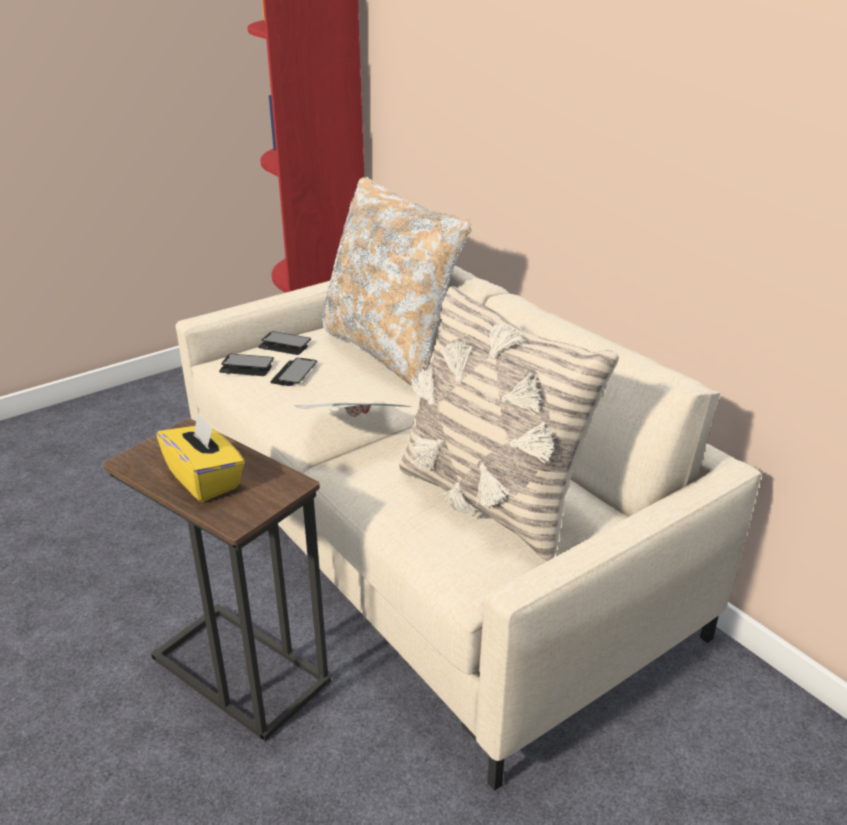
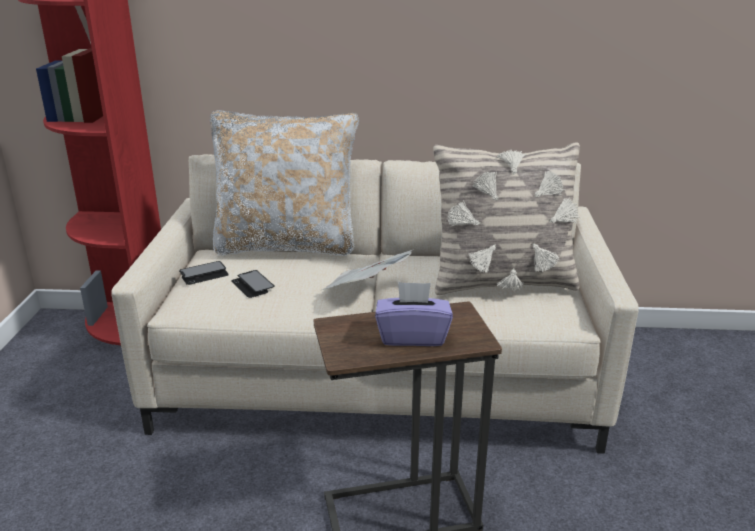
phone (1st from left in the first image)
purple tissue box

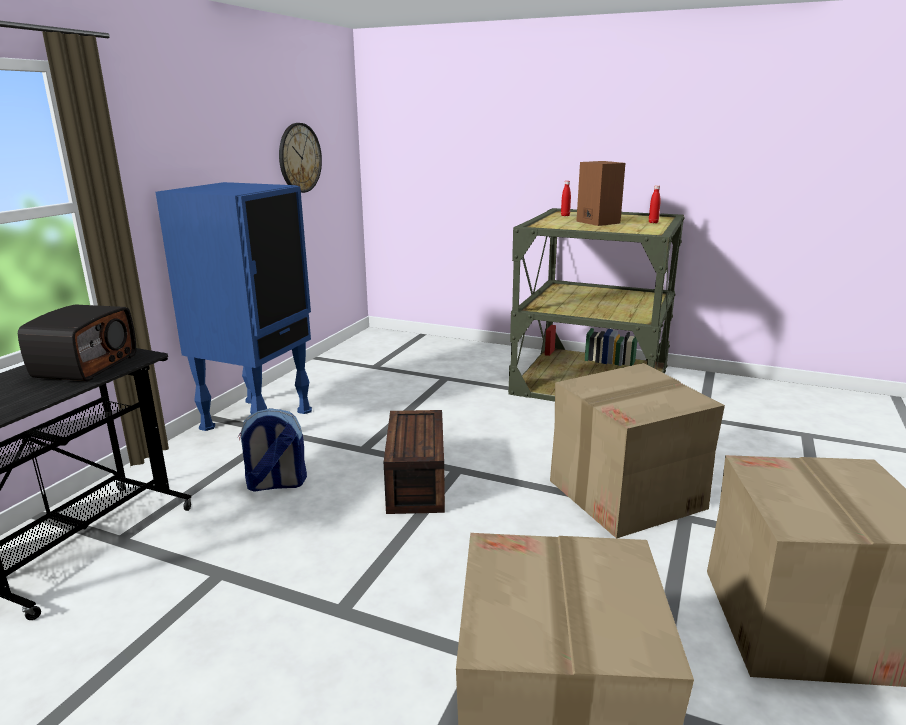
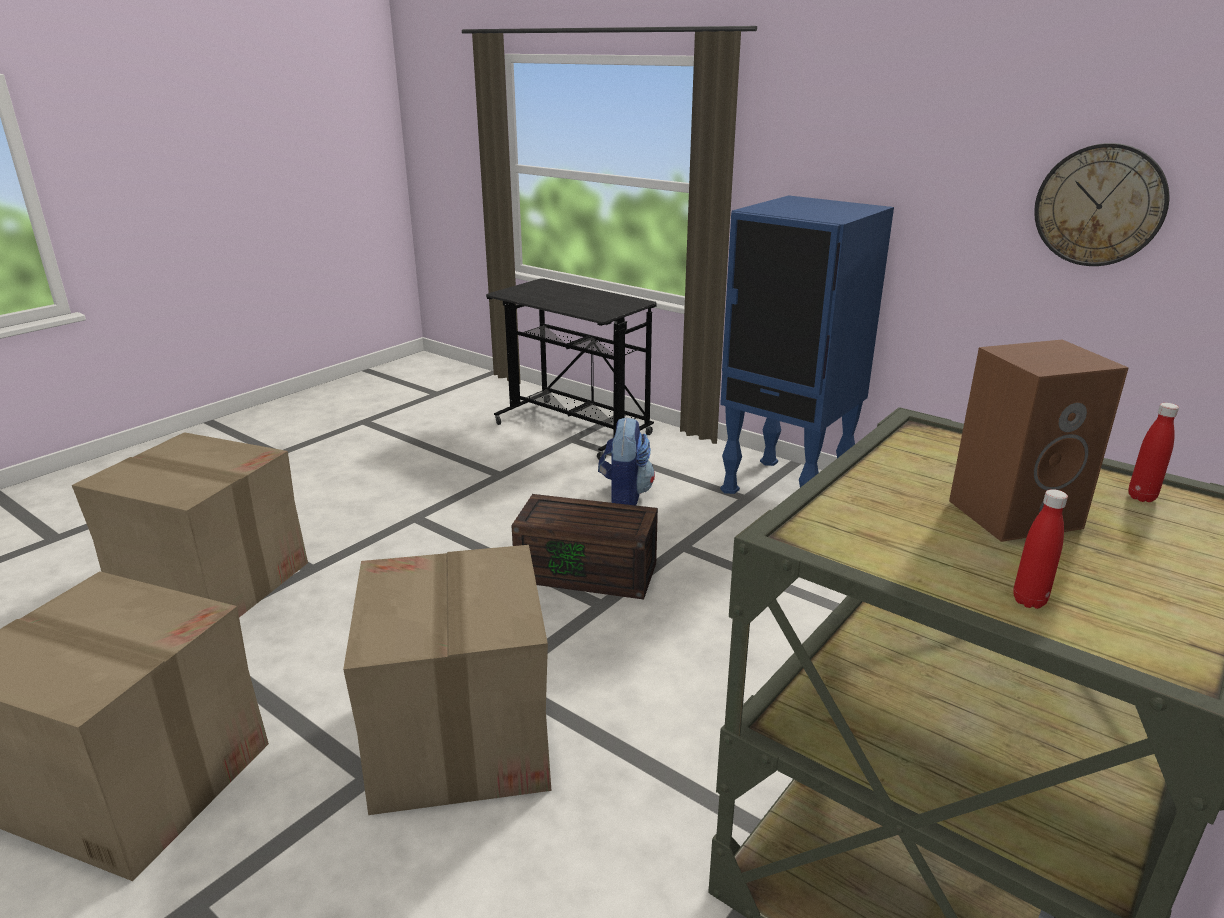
radio

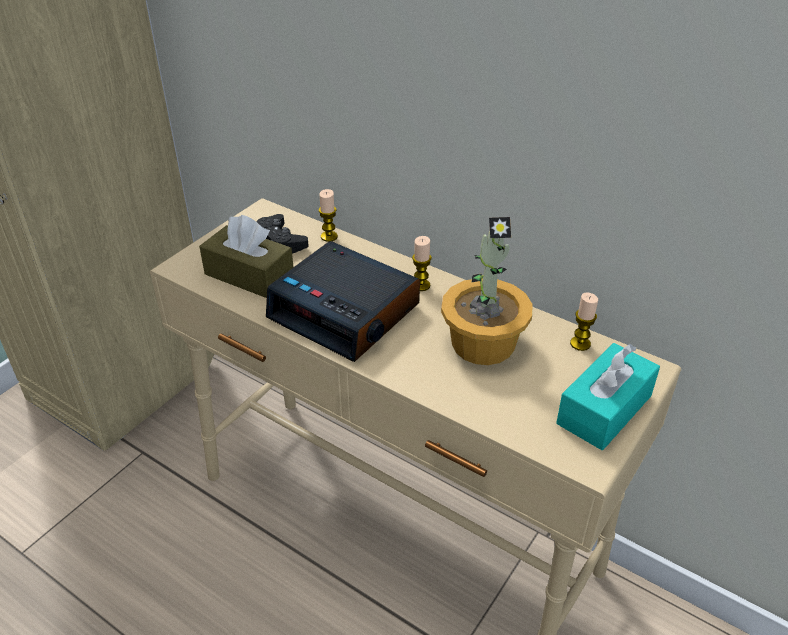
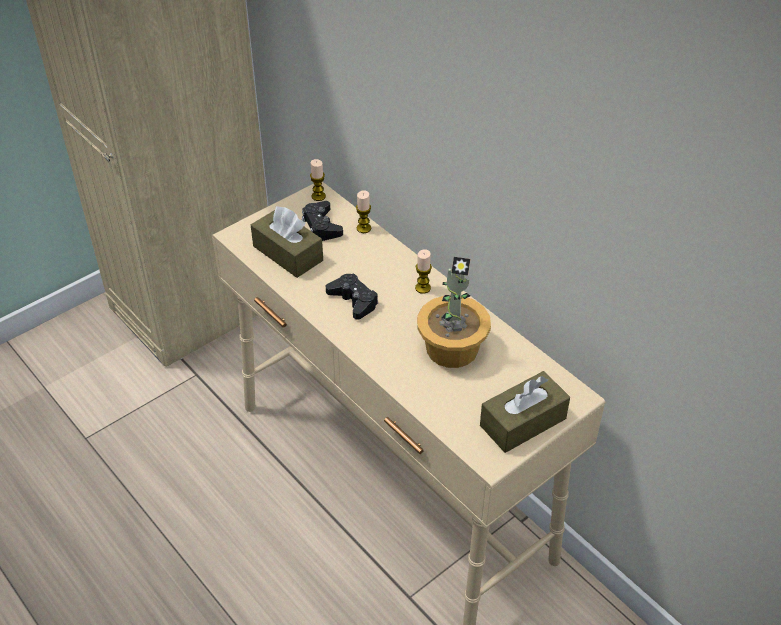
candle (1st from left)
black game controller (2nd from left)
brown tissue box (2nd from left)

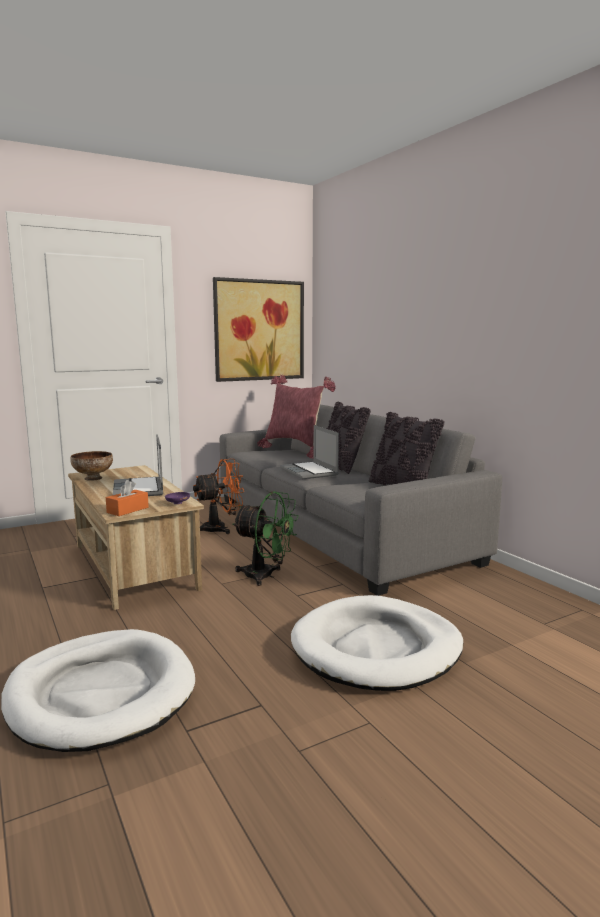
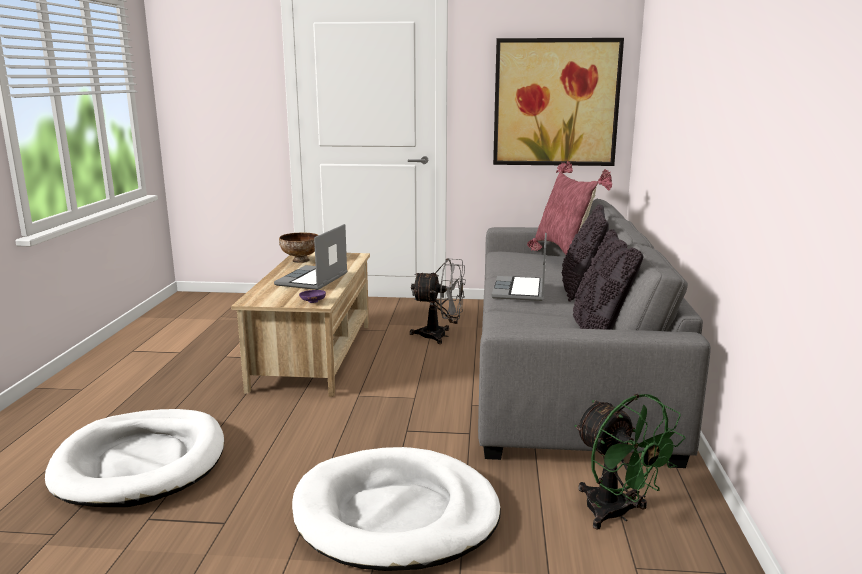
orange tissue box
green fan
grey fan

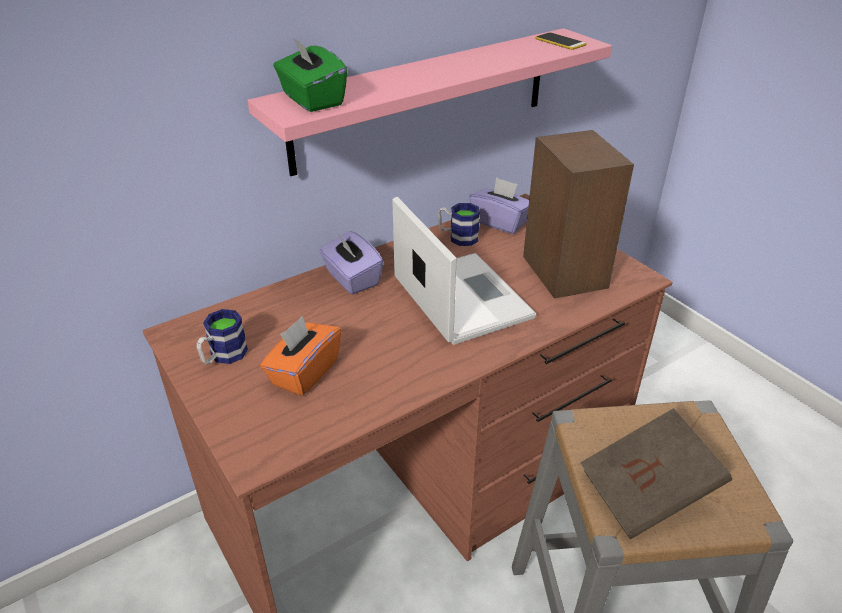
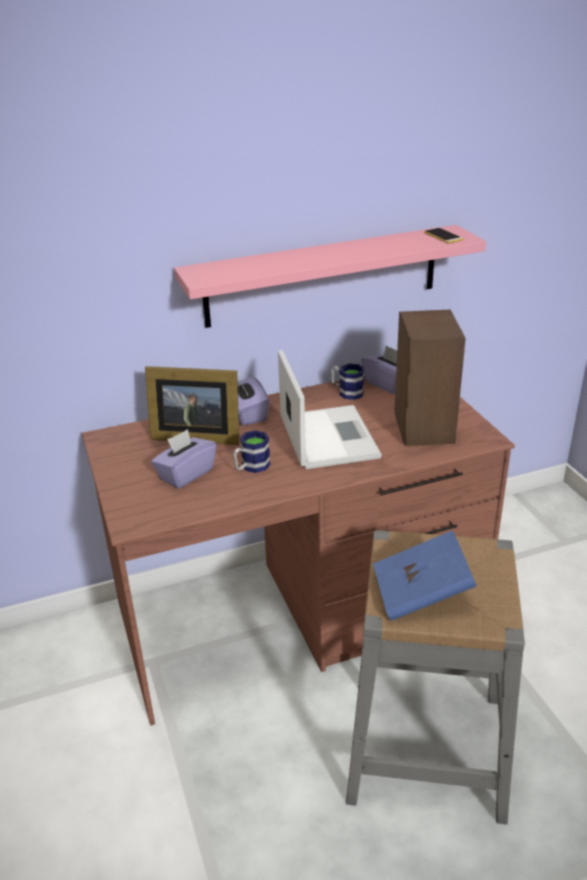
green tissue box
picture frame
mug (1st from left)
purple tissue box (1st from left)
blue book

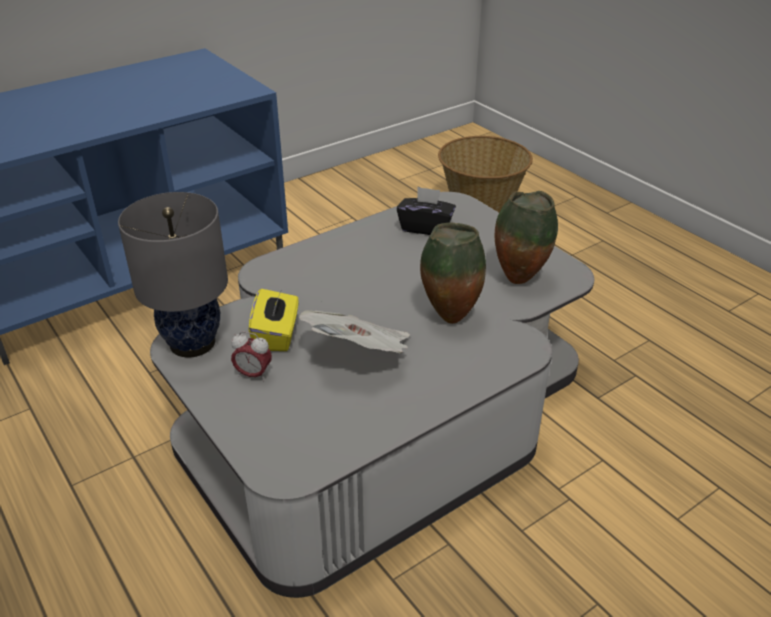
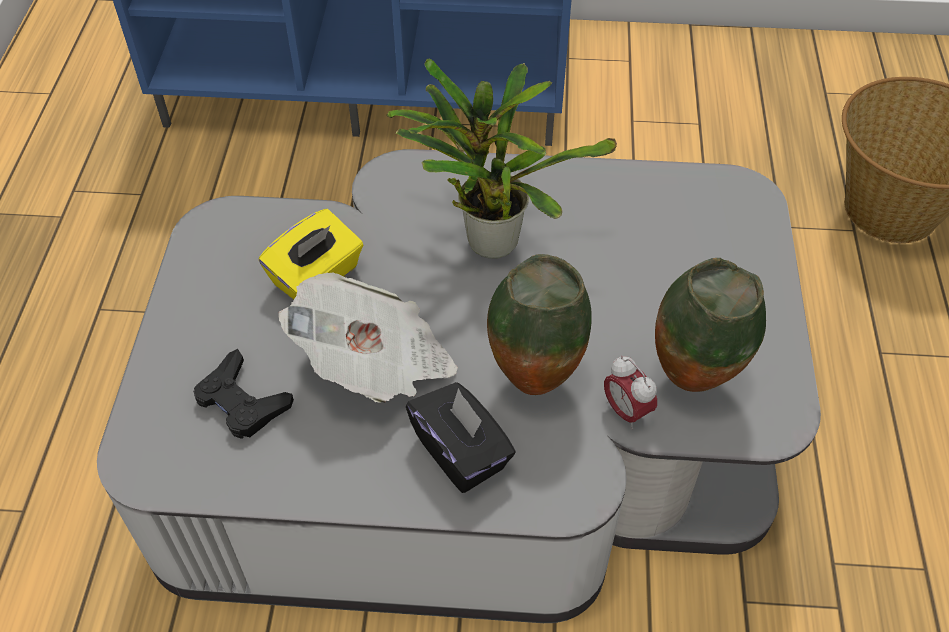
grey table lamp
black game controller
potted plant
alarm clock
black tissue box

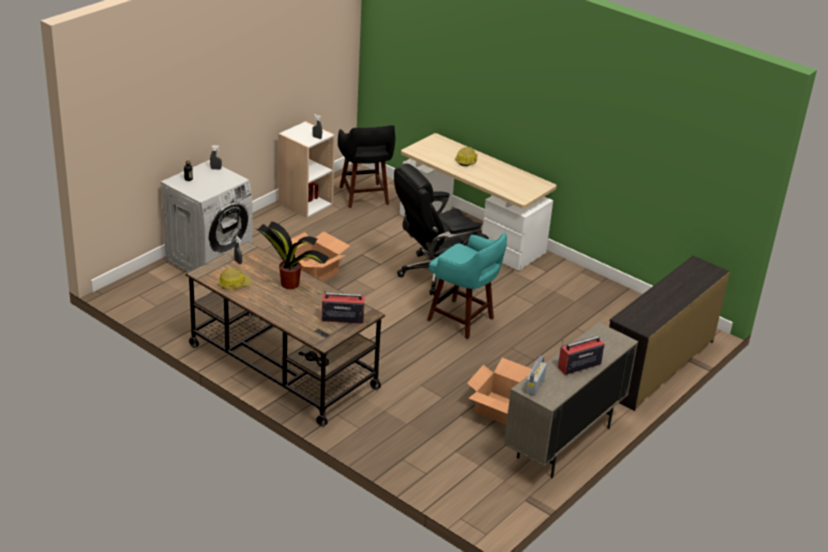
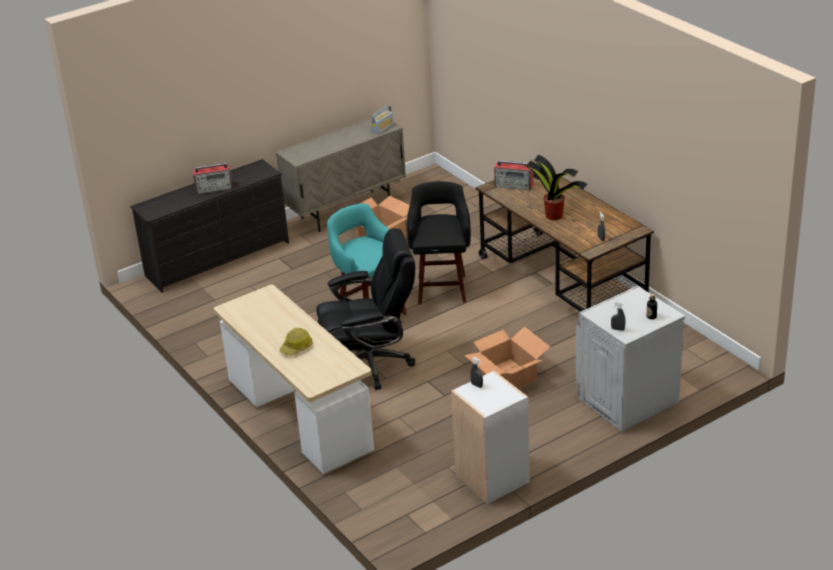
hard hat (1st from left in the first image)
black stool
radio (1st from left)

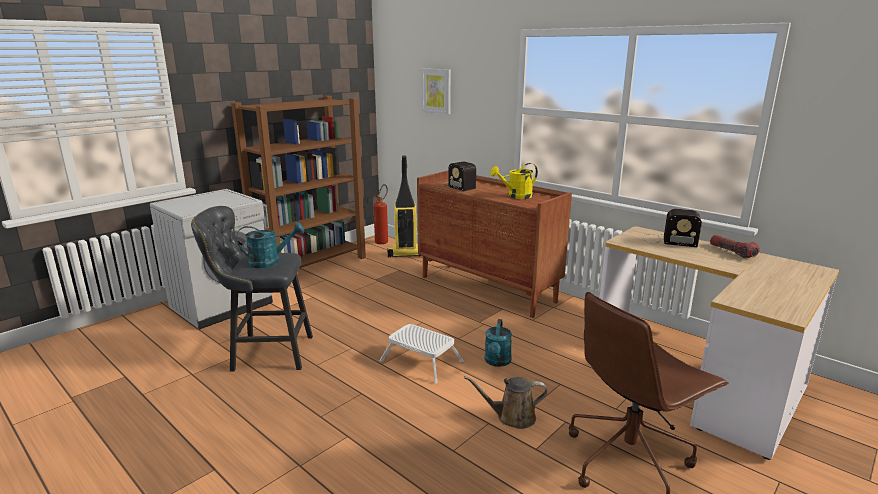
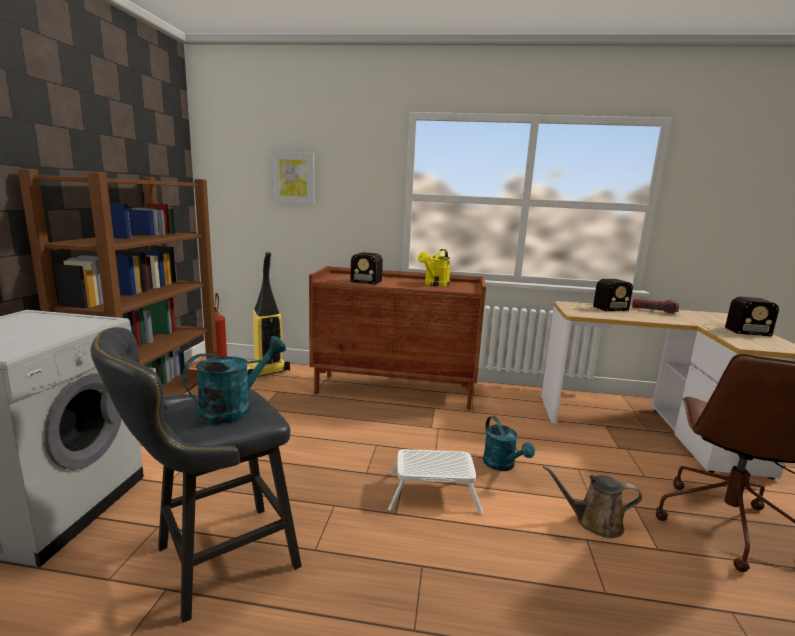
radio (3rd from left)
brown watering can

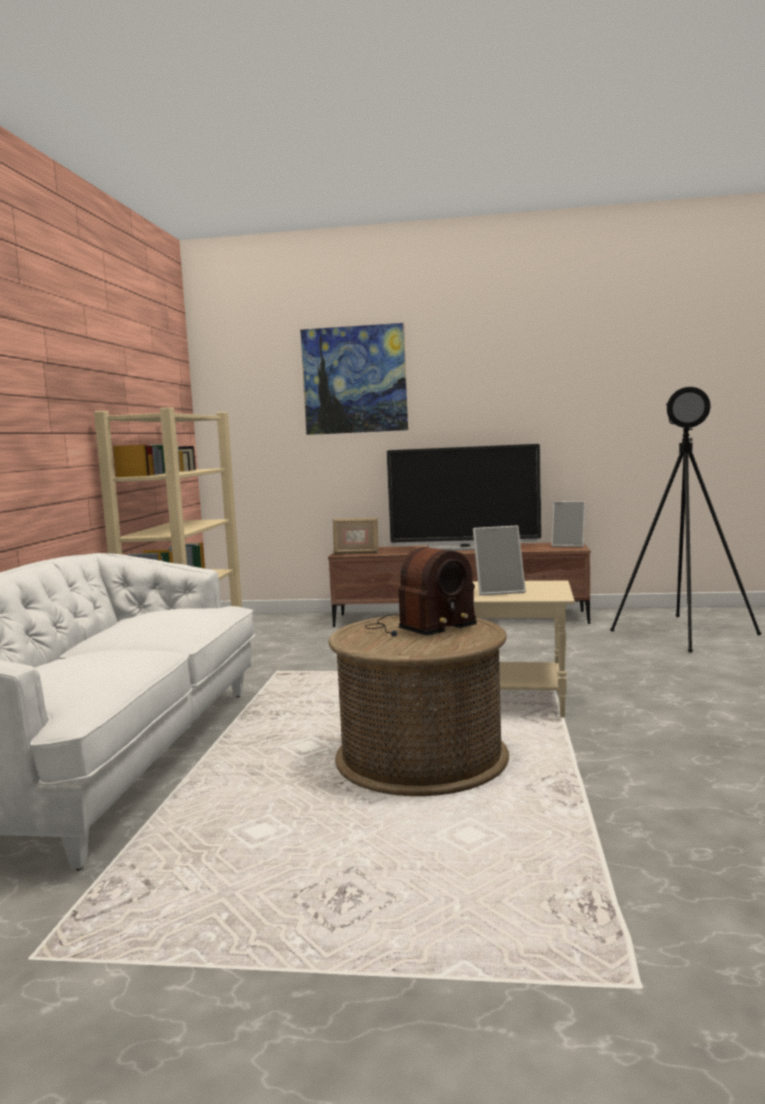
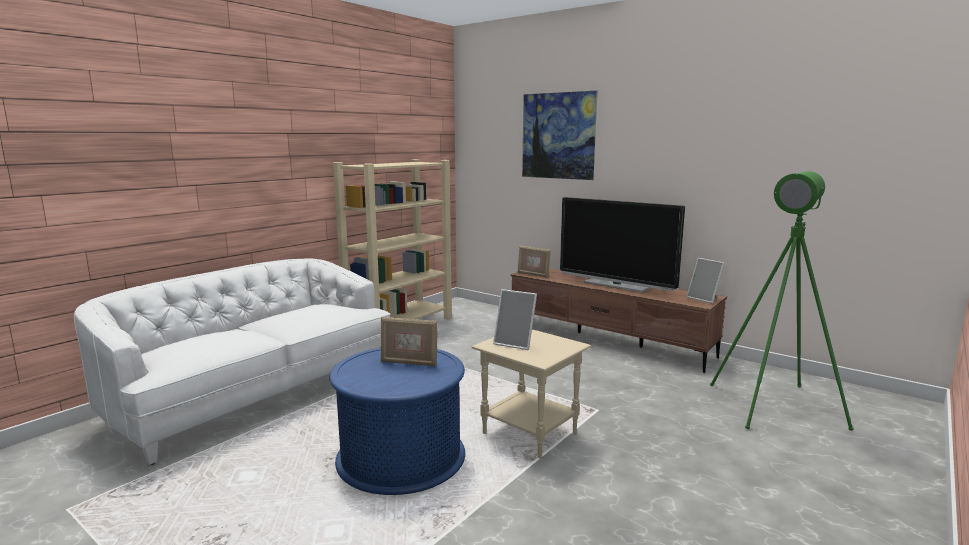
picture frame (1st from left)
blue coffee table
green floor lamp

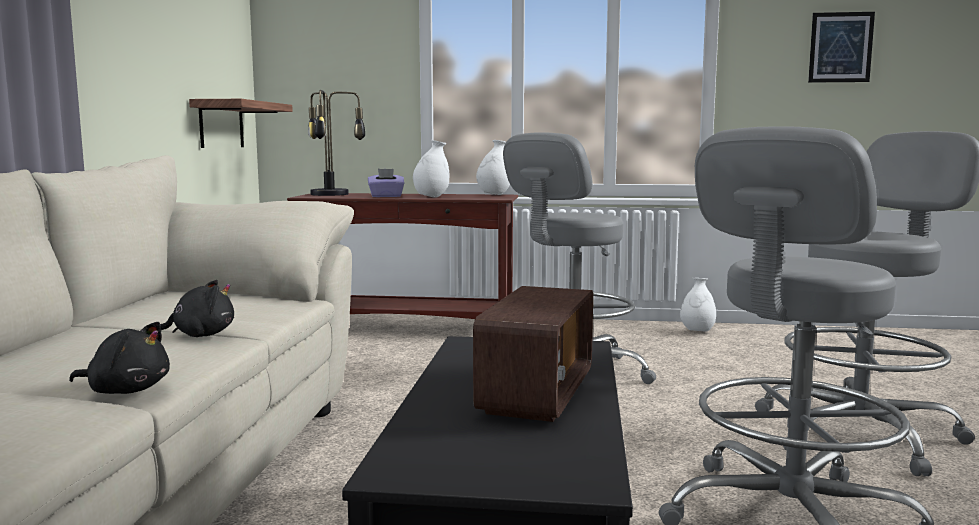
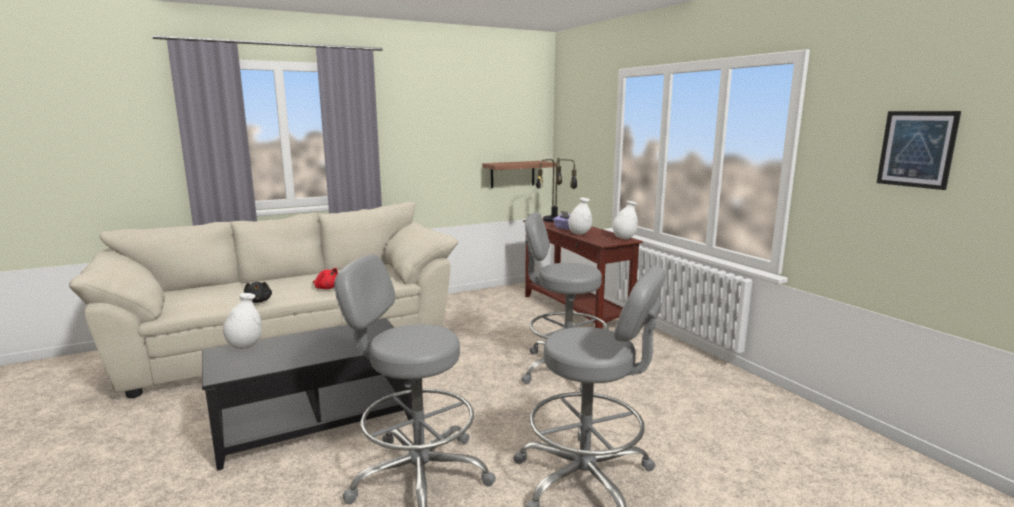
radio
white vase (1st from left)
red plush toy

